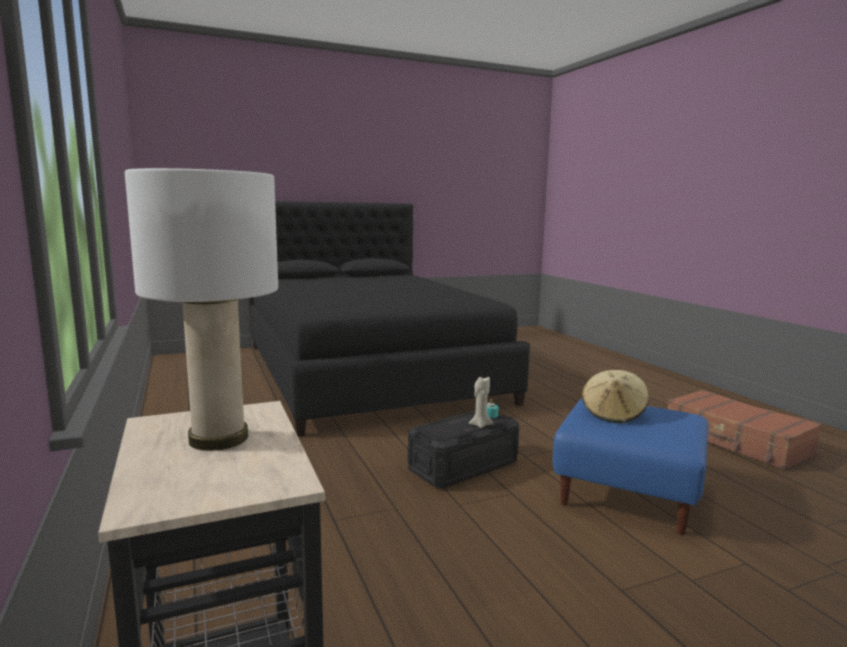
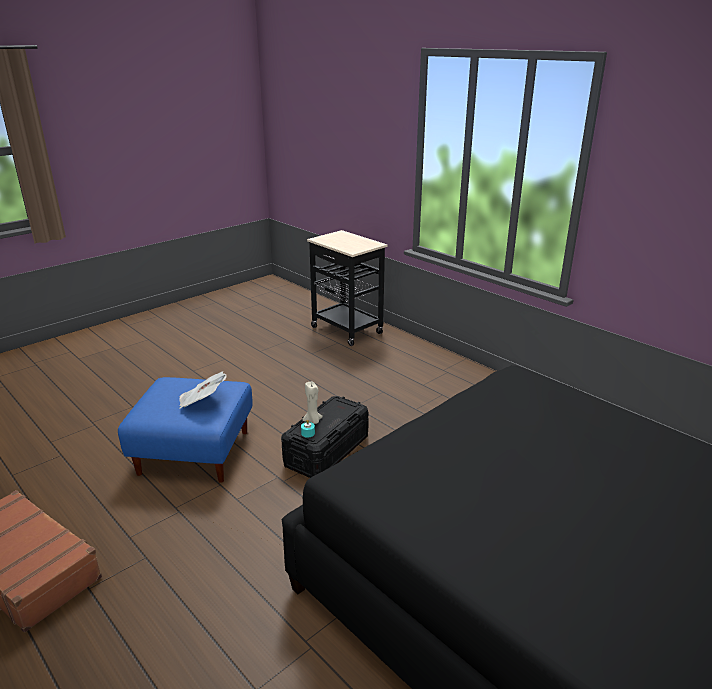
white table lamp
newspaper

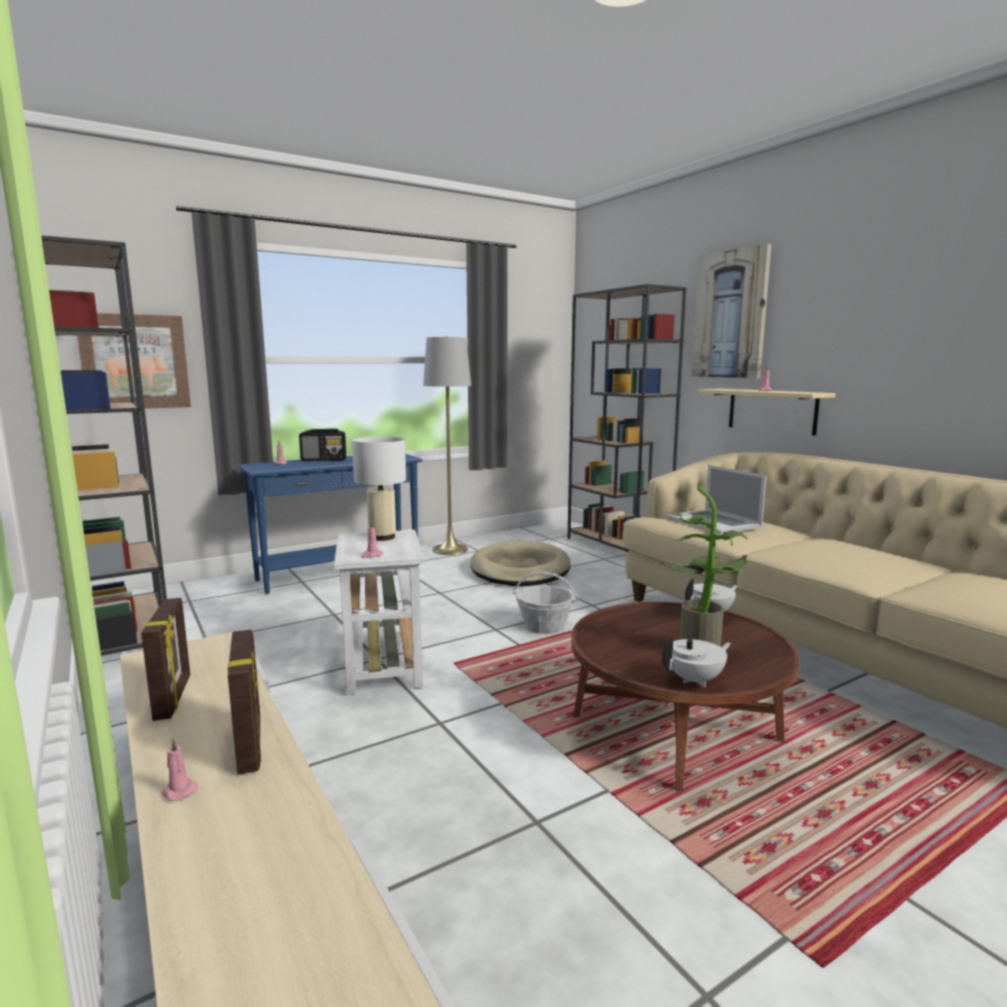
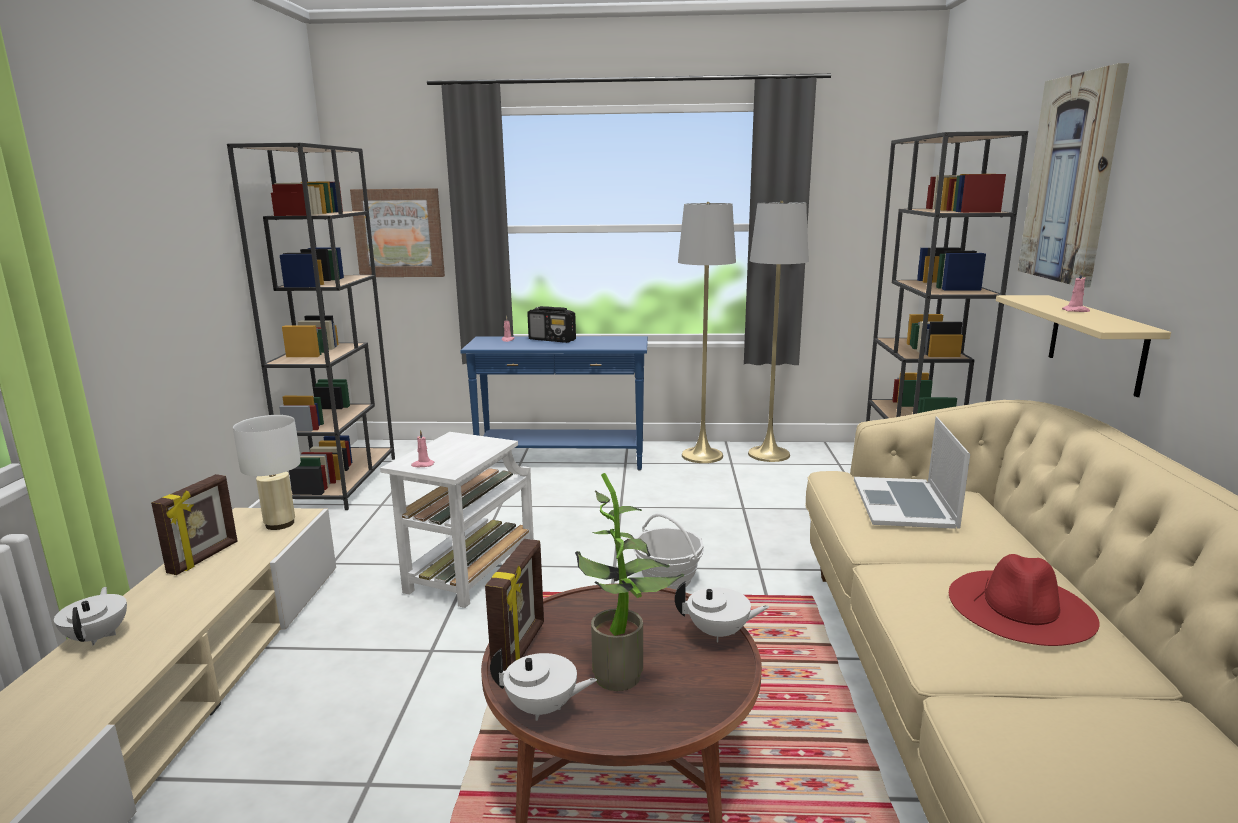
beige dog bed
grey floor lamp (2nd from left)
red hat
picture frame (2nd from left)
white table lamp
white teapot (1st from left)

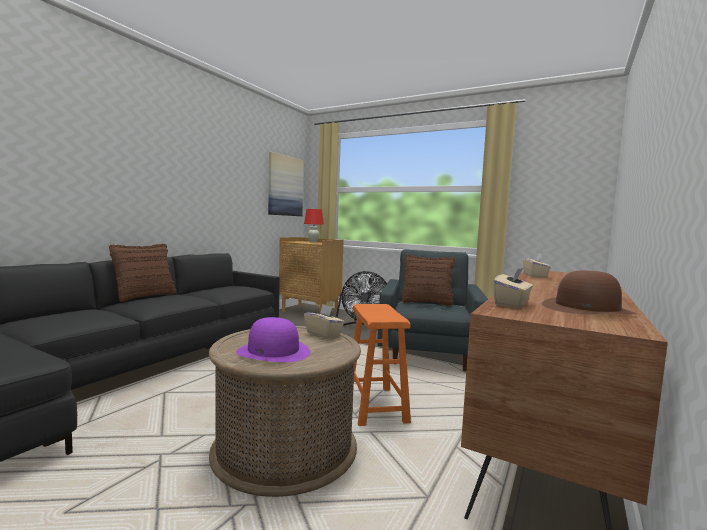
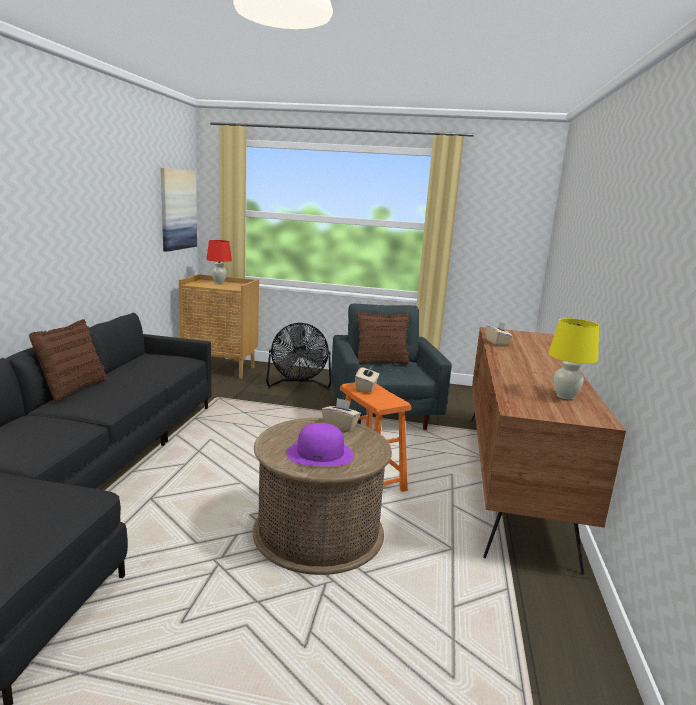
beige tissue box (2nd from left)
yellow table lamp

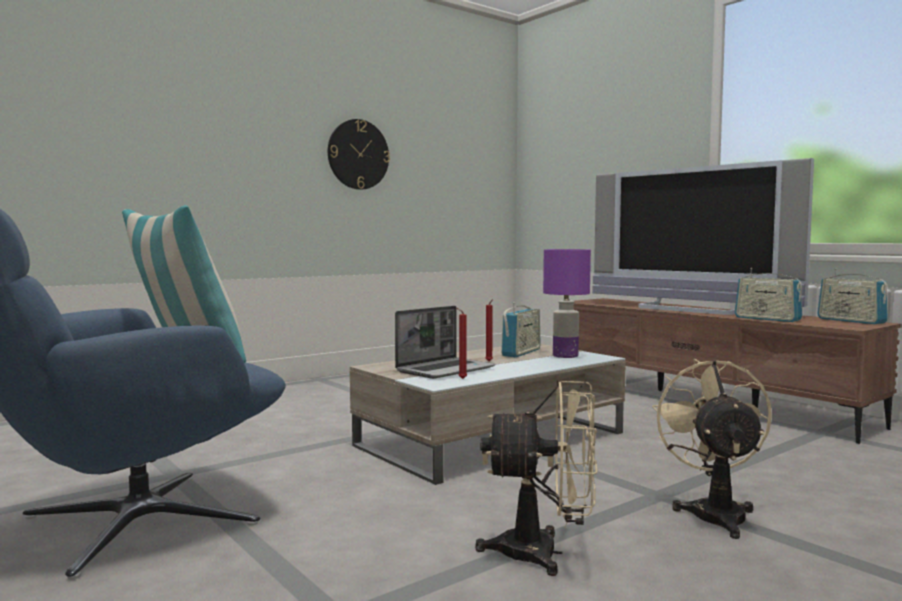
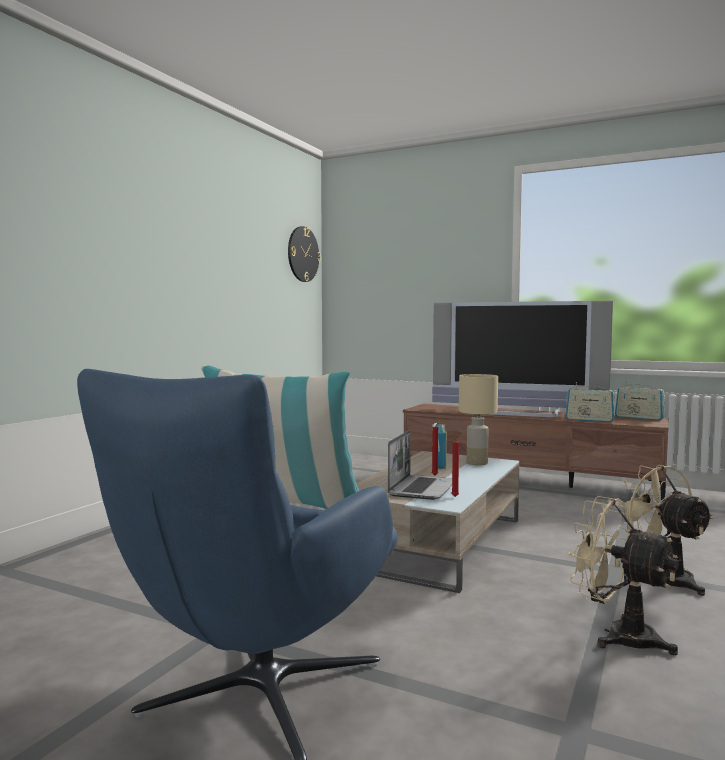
wall clock
beige table lamp
beige fan (1st from left)

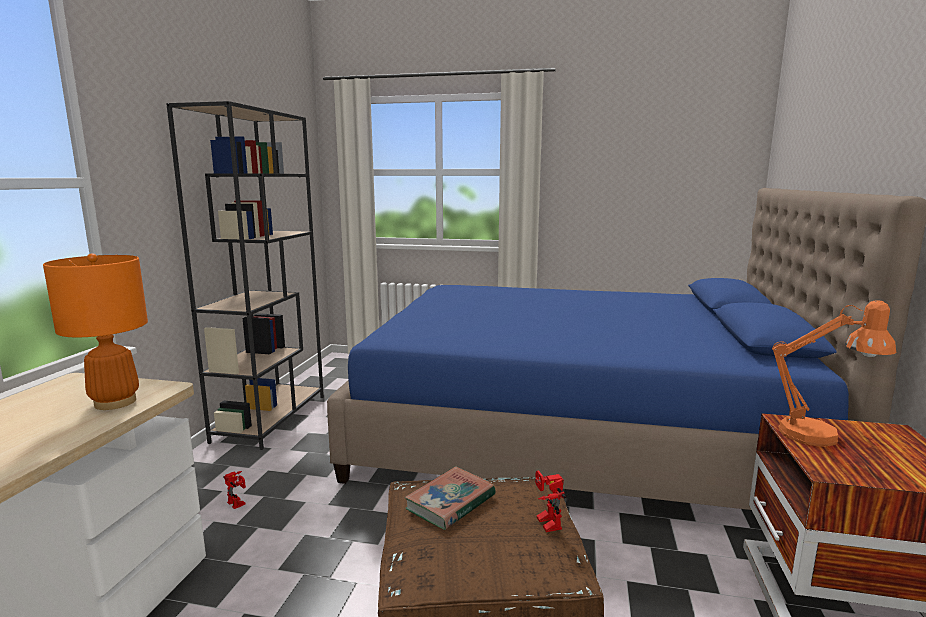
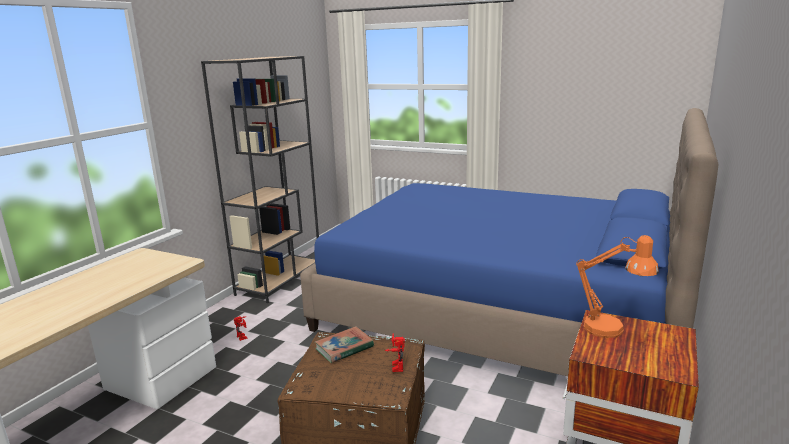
orange table lamp (1st from left in the first image)

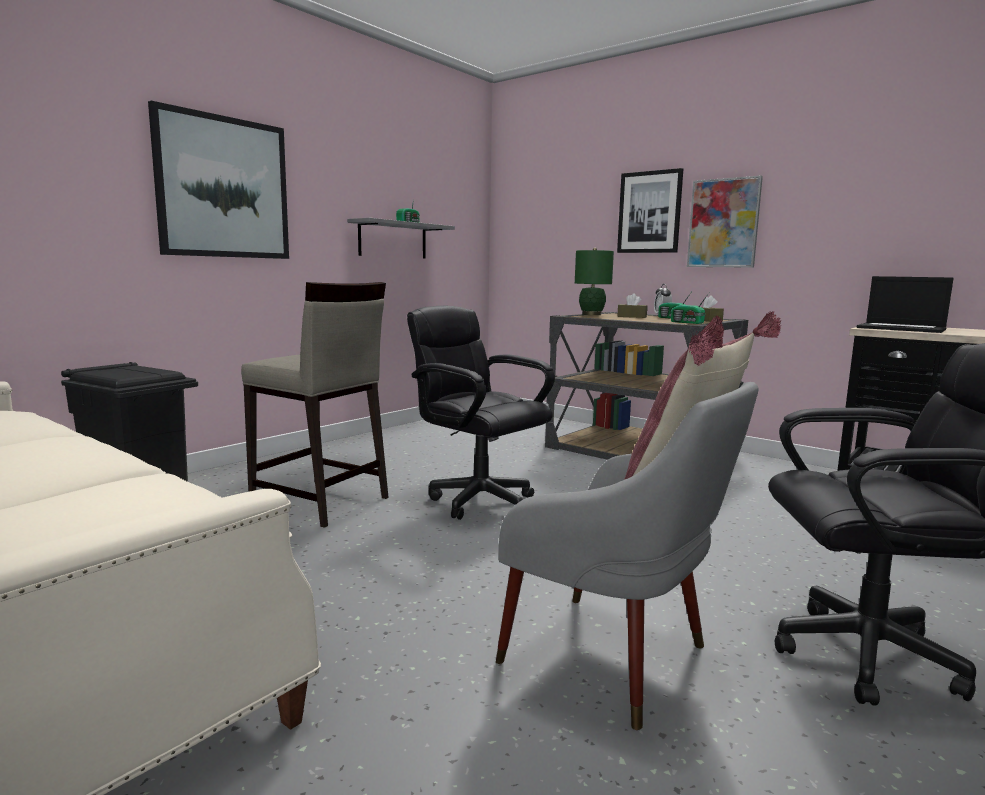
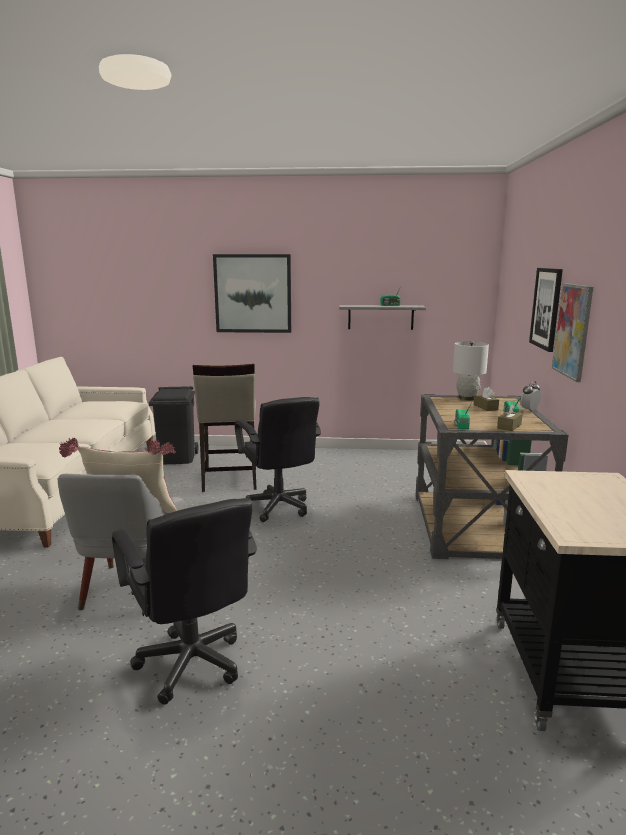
laptop
white table lamp
black office chair (2nd from left)

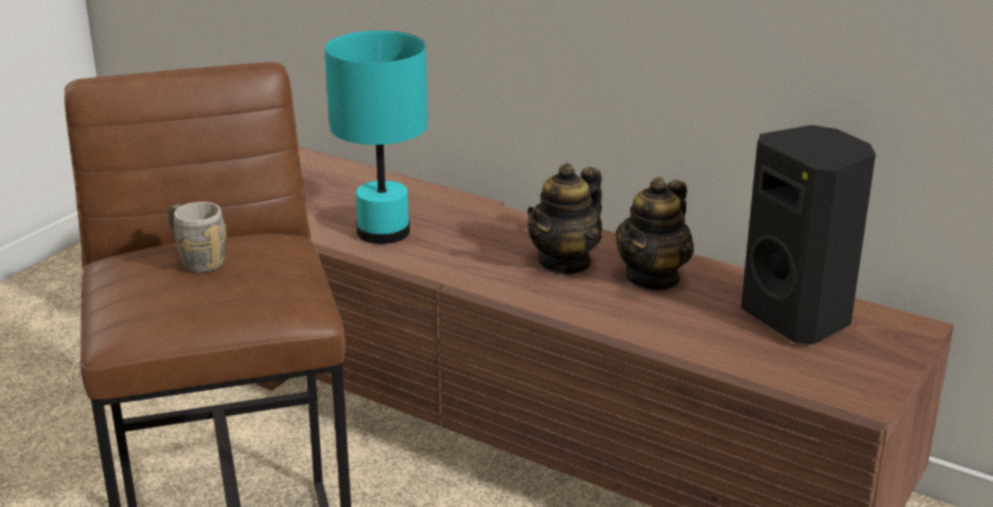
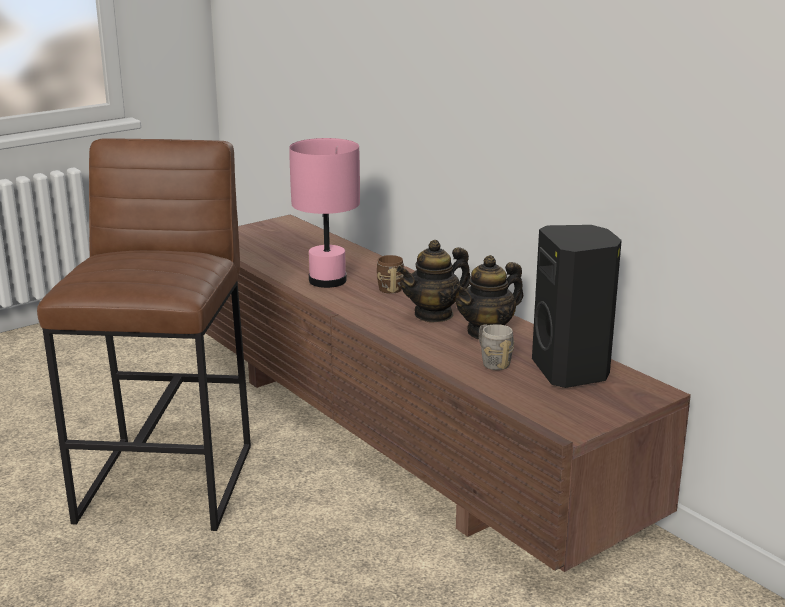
brown mug
grey mug
pink table lamp

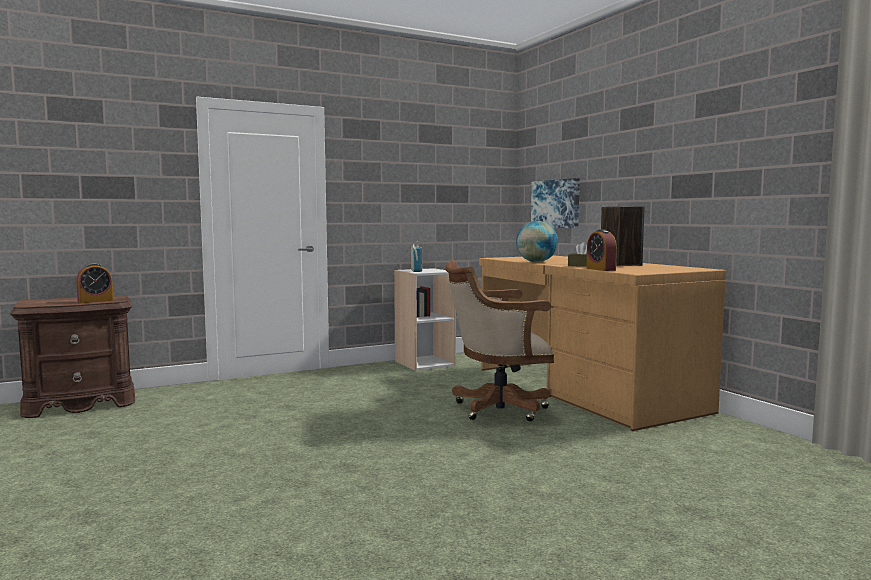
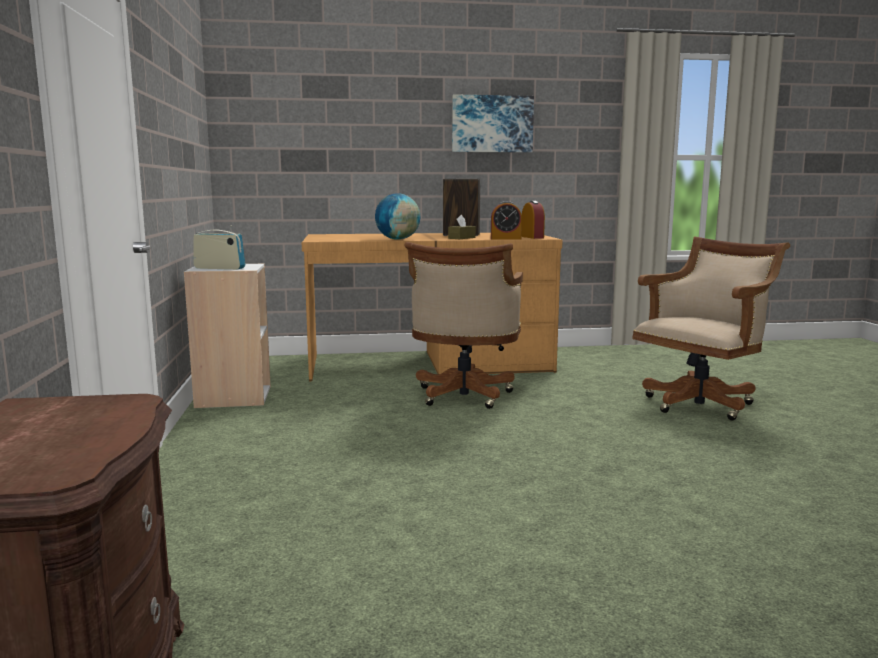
office chair (2nd from left)
alarm clock (2nd from left)
picture

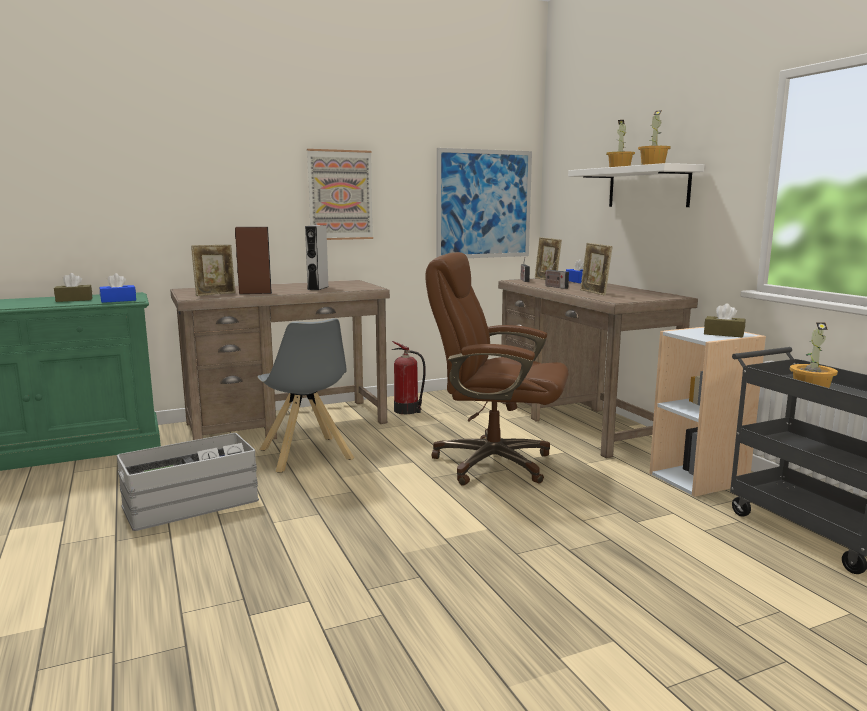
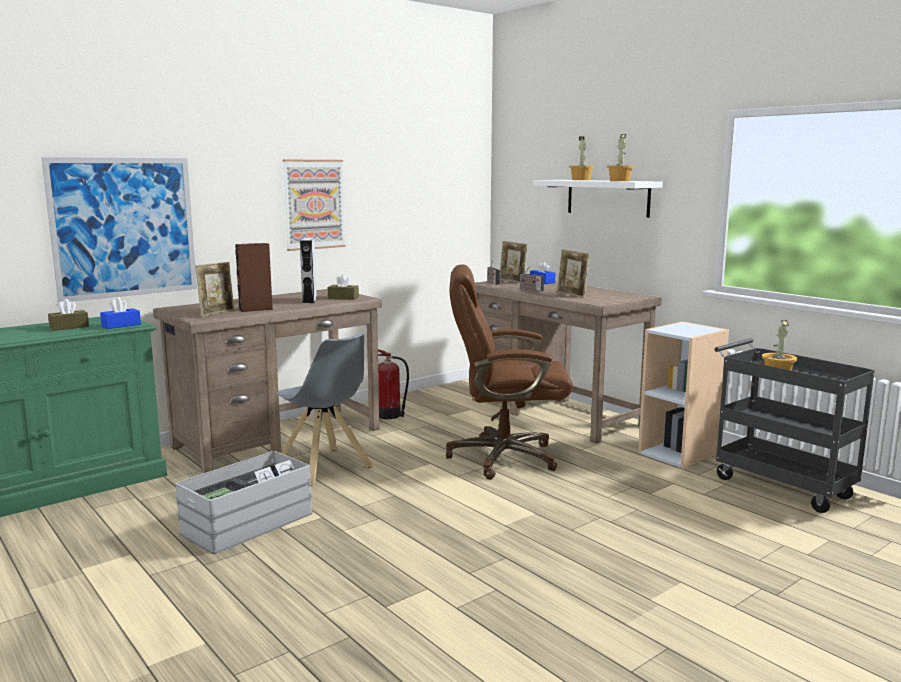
picture (1st from left)
brown tissue box (2nd from left)

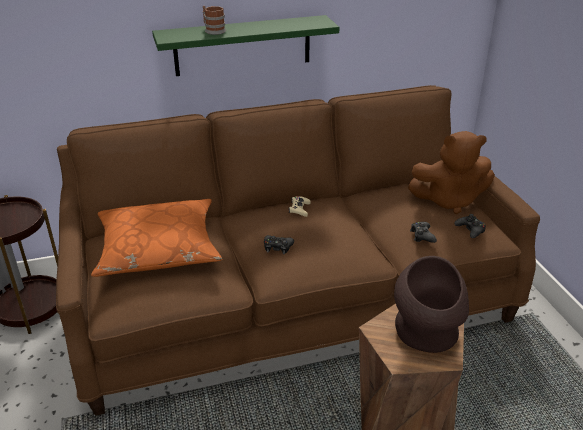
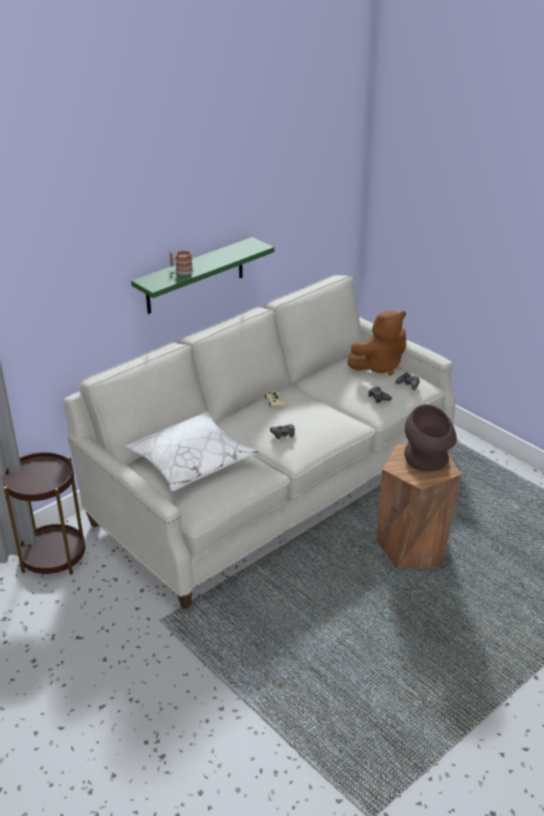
white sofa
white pillow

